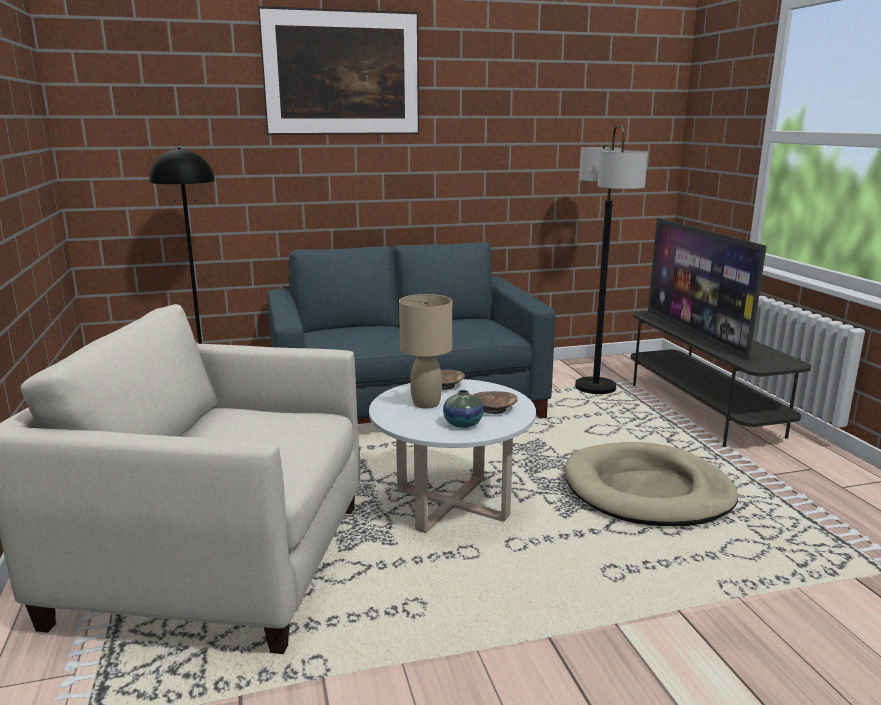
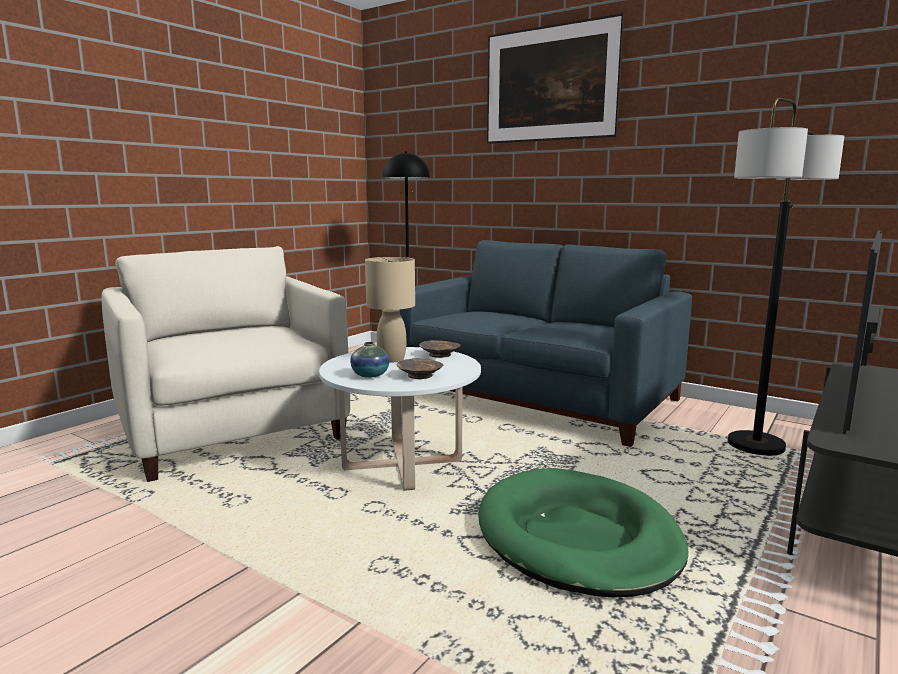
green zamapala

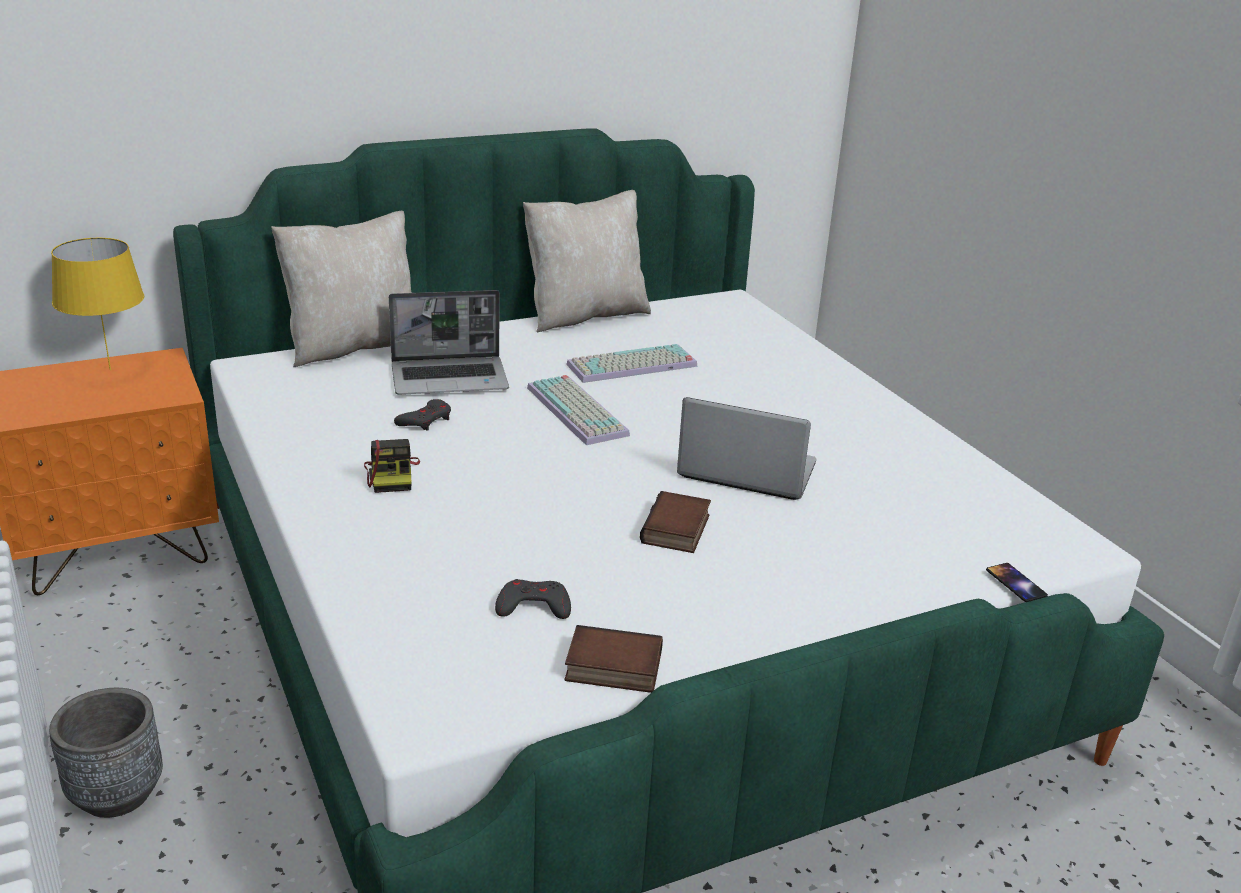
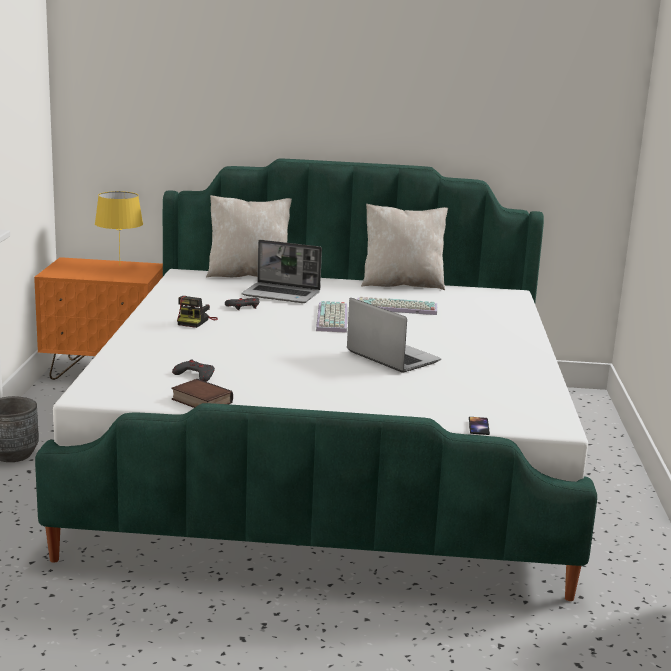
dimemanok (2nd from left in the first image)

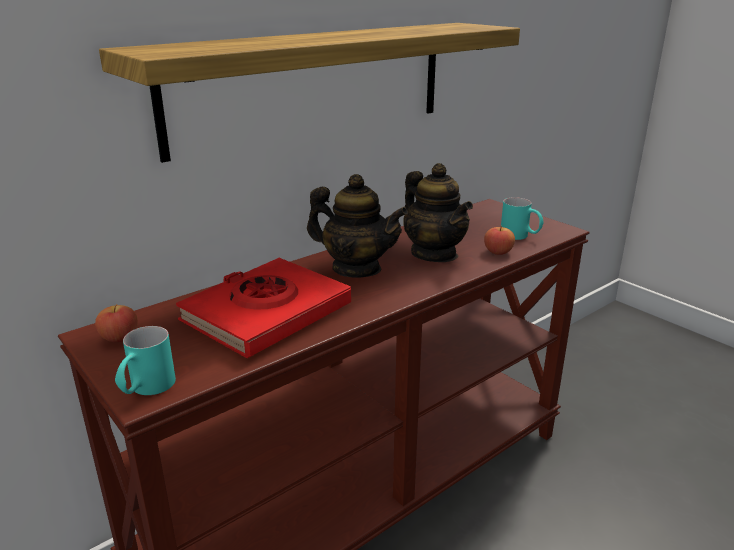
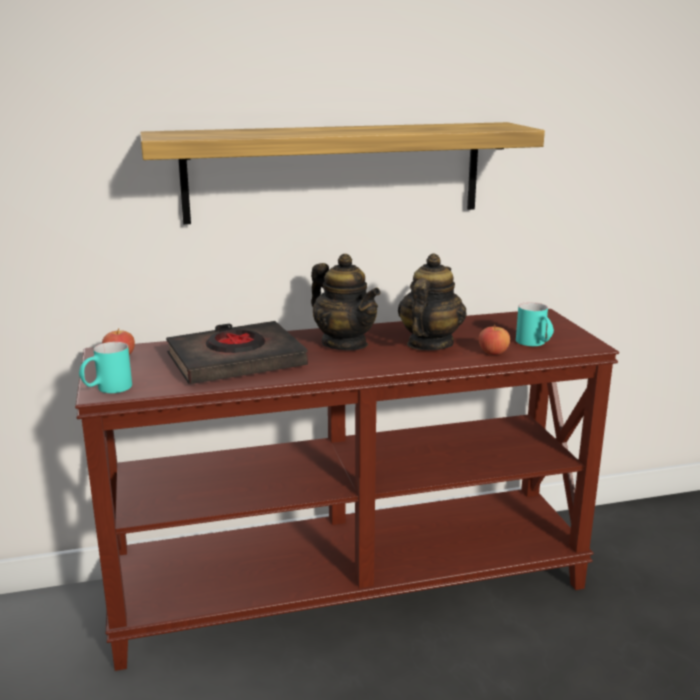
black dimemanok
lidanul (2nd from left)

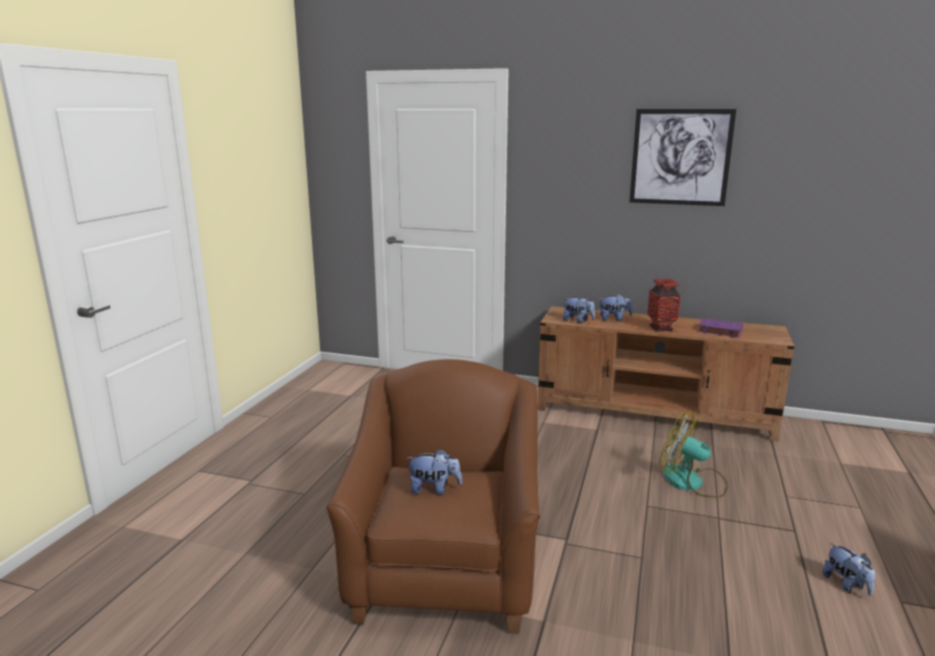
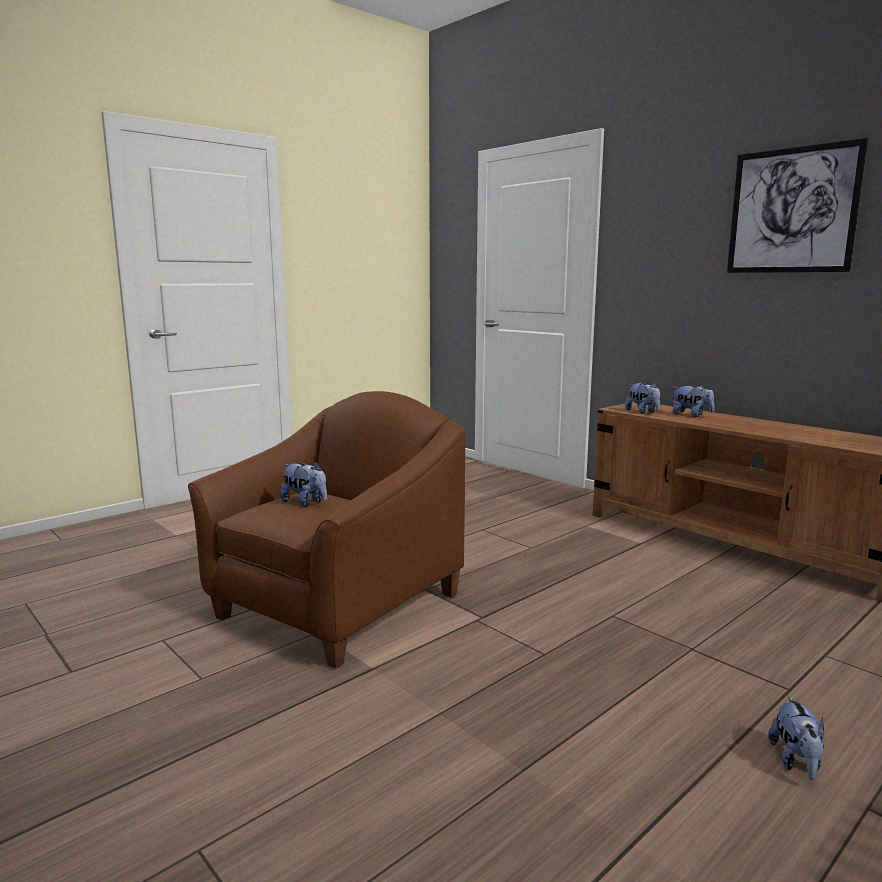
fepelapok
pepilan
purple dimemanok

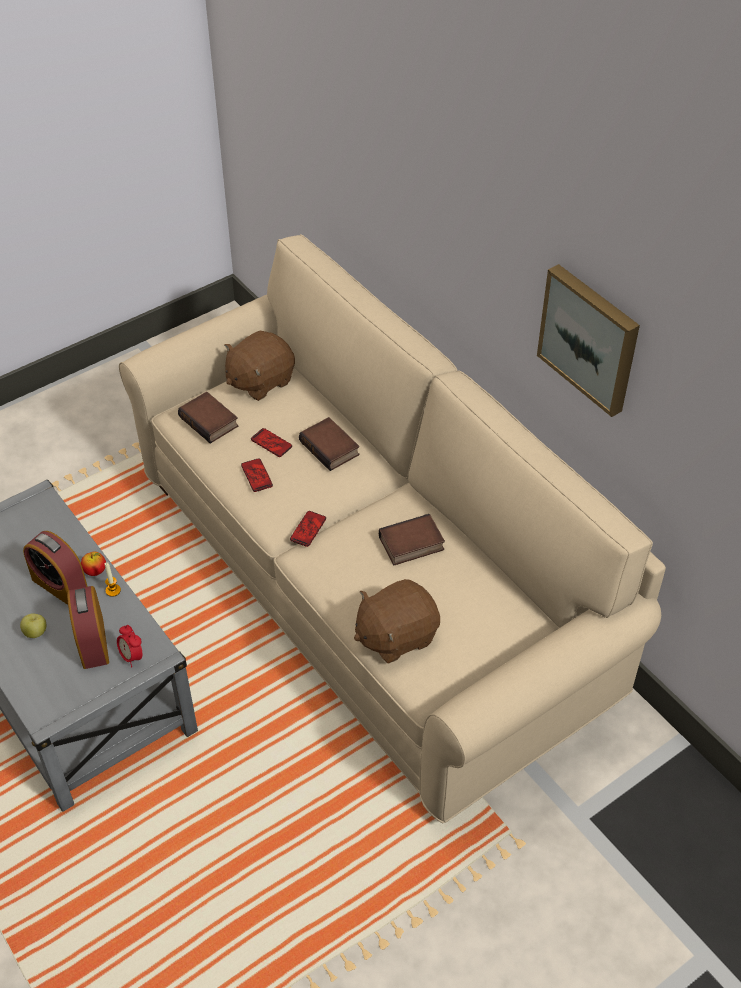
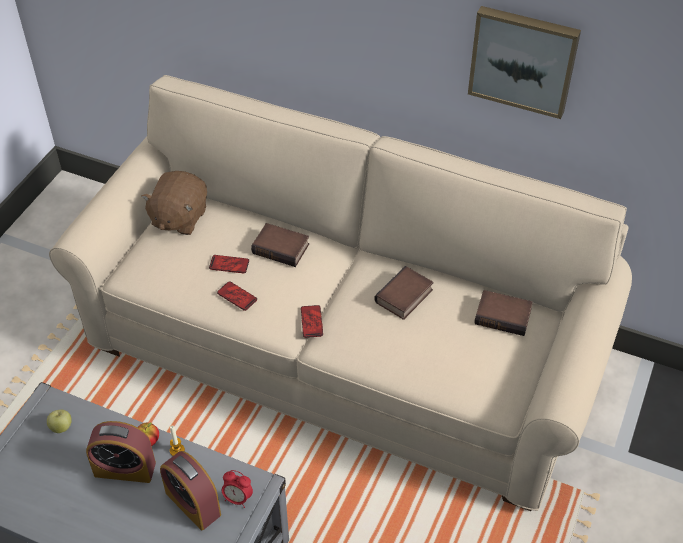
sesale (1st from left)
dimemanok (3rd from left)
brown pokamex (2nd from left in the first image)

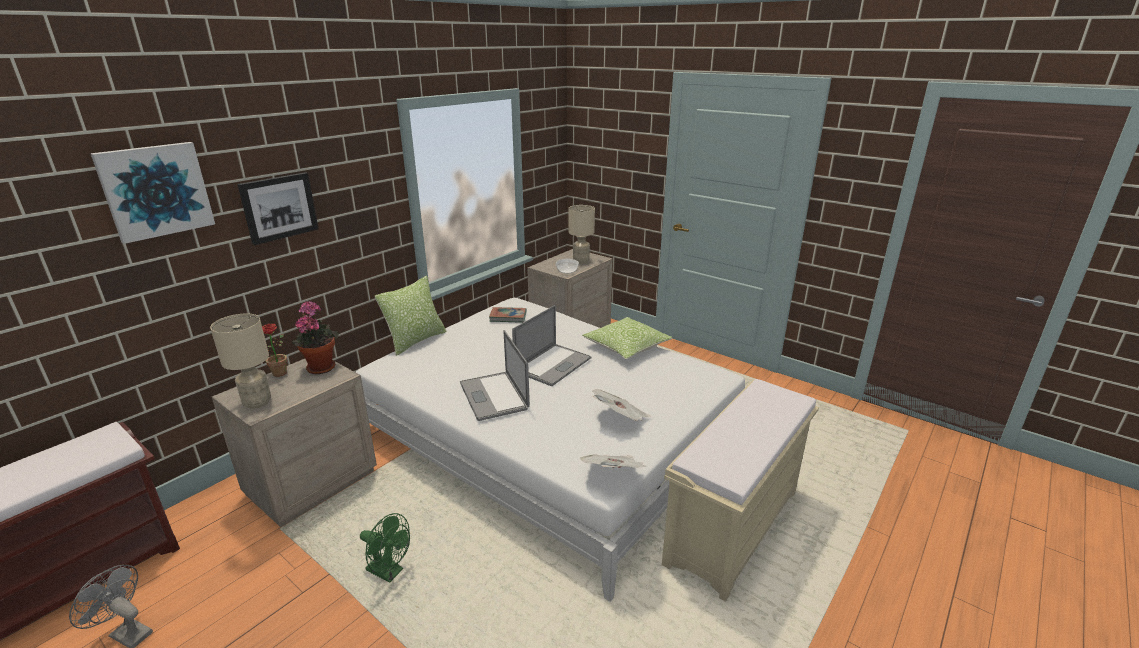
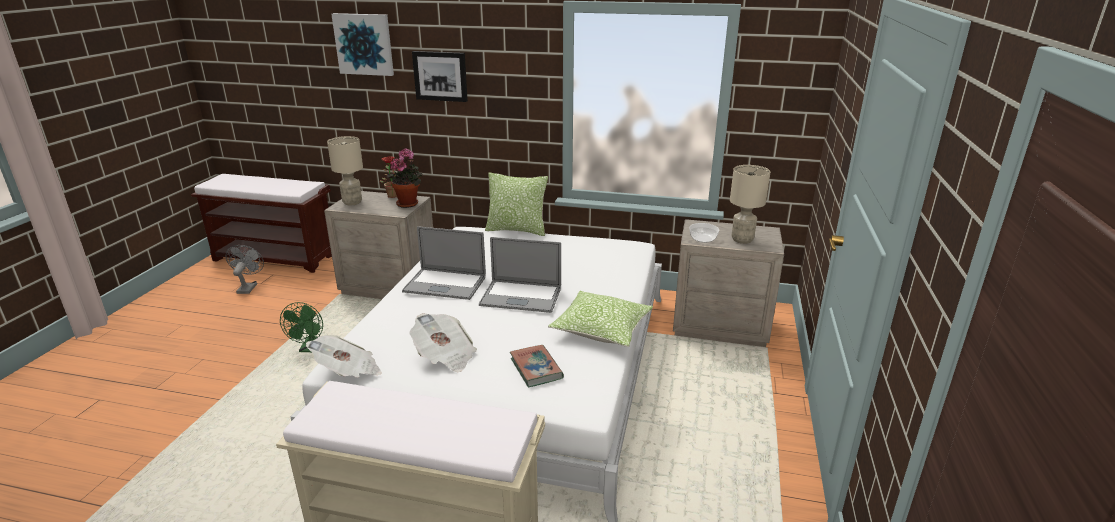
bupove (1st from left)
dimemanok

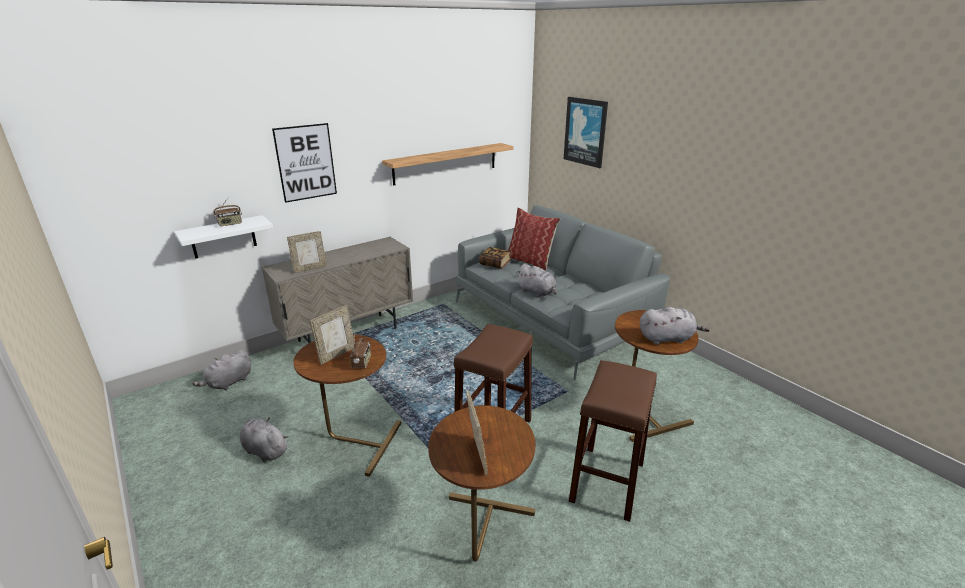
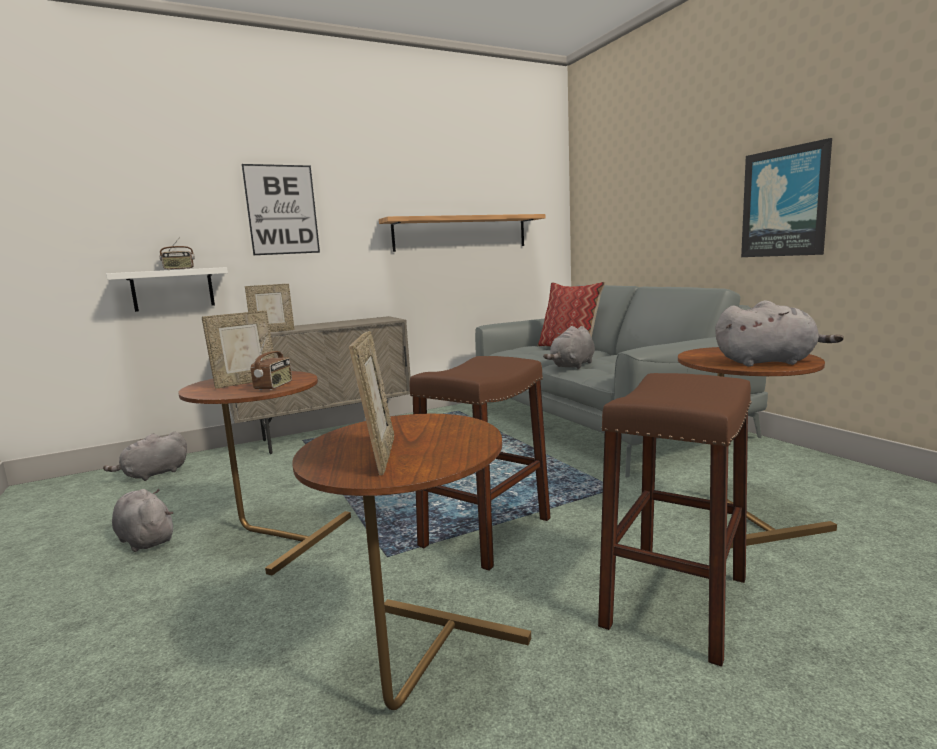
dimemanok
grey pokamex (3rd from left)
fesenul (2nd from left)

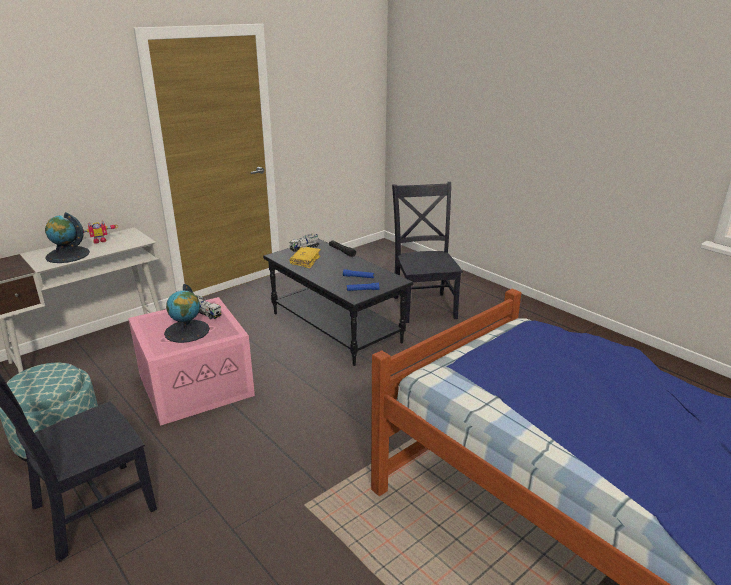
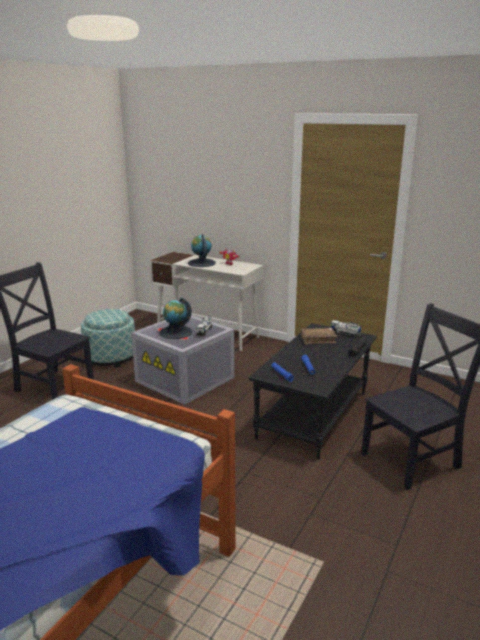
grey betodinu
brown dimemanok

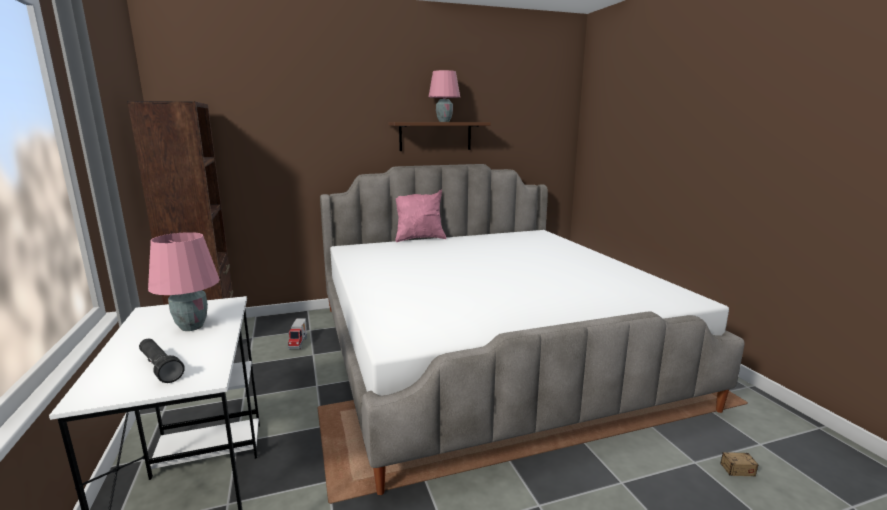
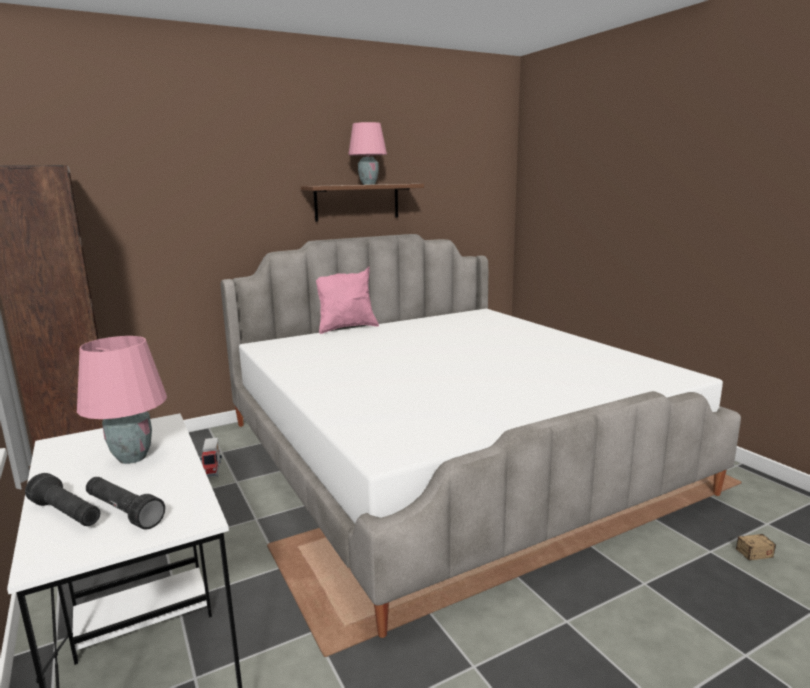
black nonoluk (1st from left)

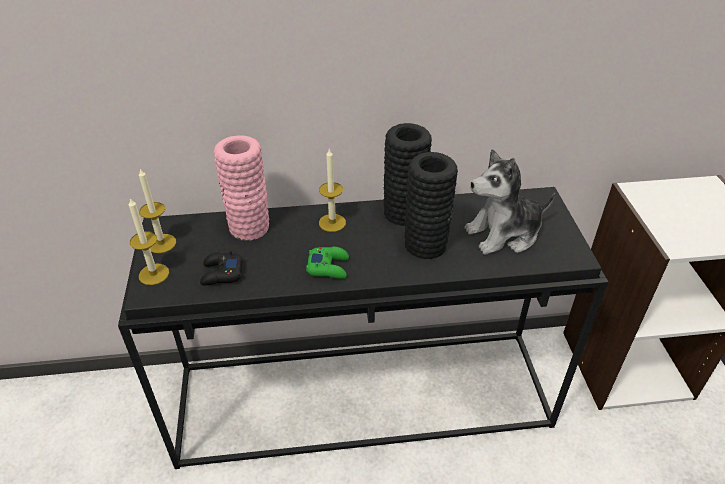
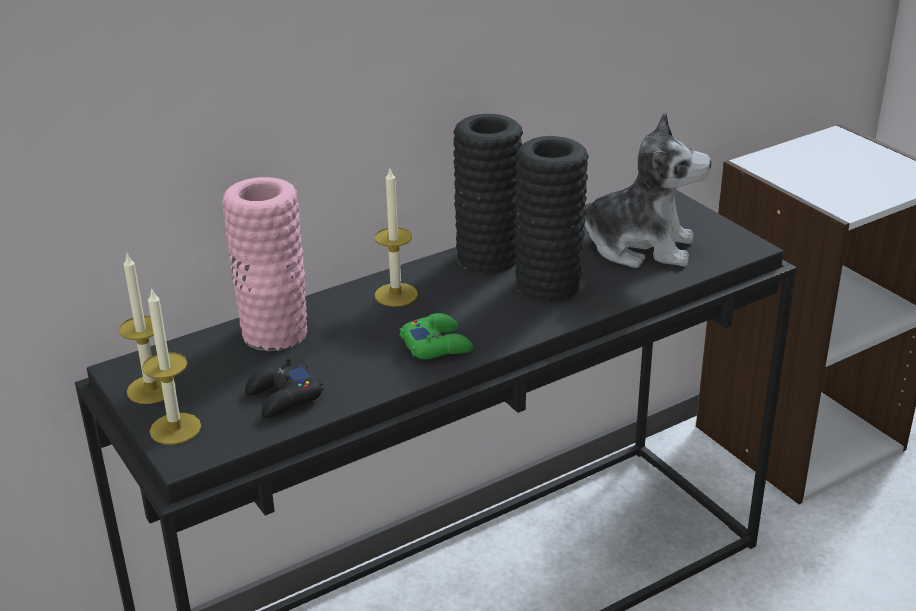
pokamex

